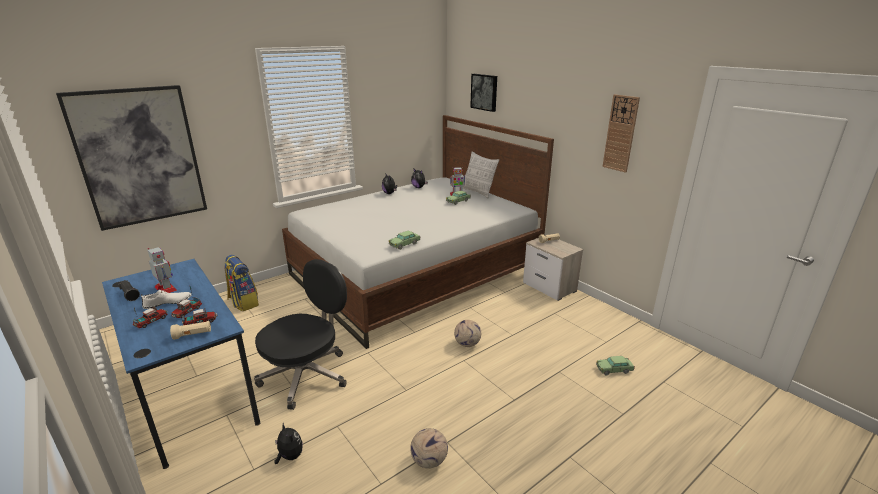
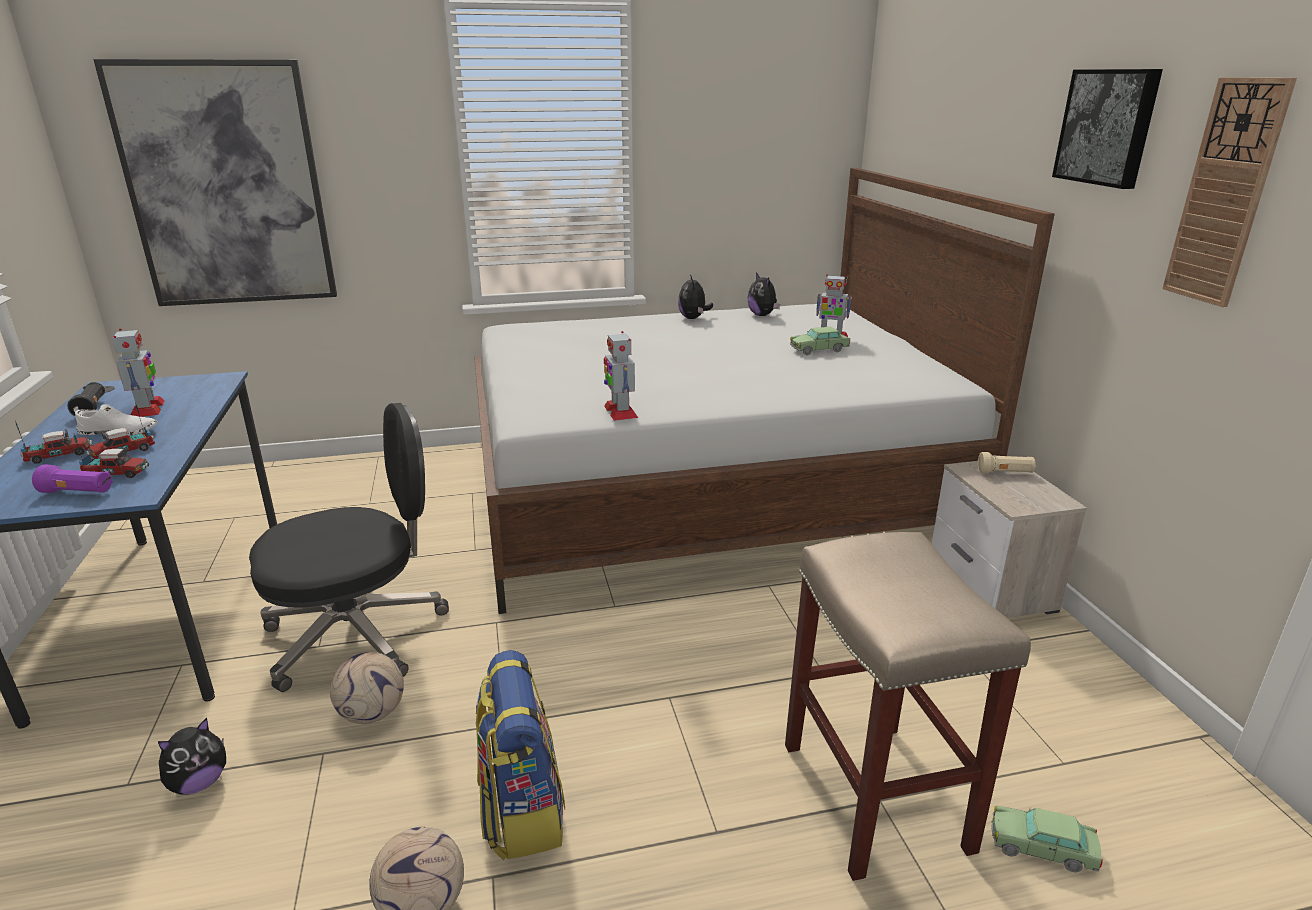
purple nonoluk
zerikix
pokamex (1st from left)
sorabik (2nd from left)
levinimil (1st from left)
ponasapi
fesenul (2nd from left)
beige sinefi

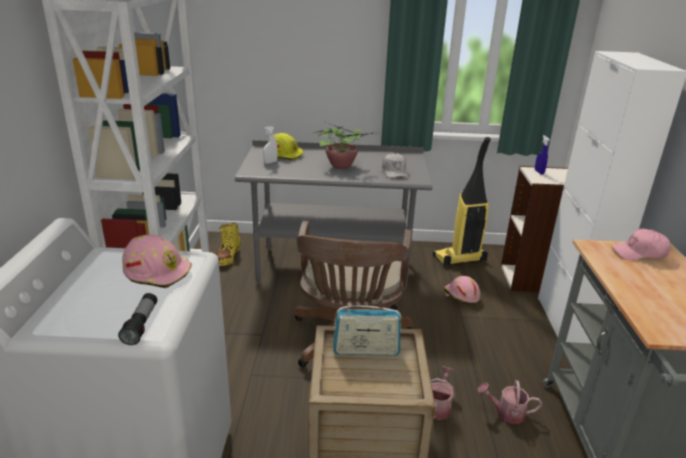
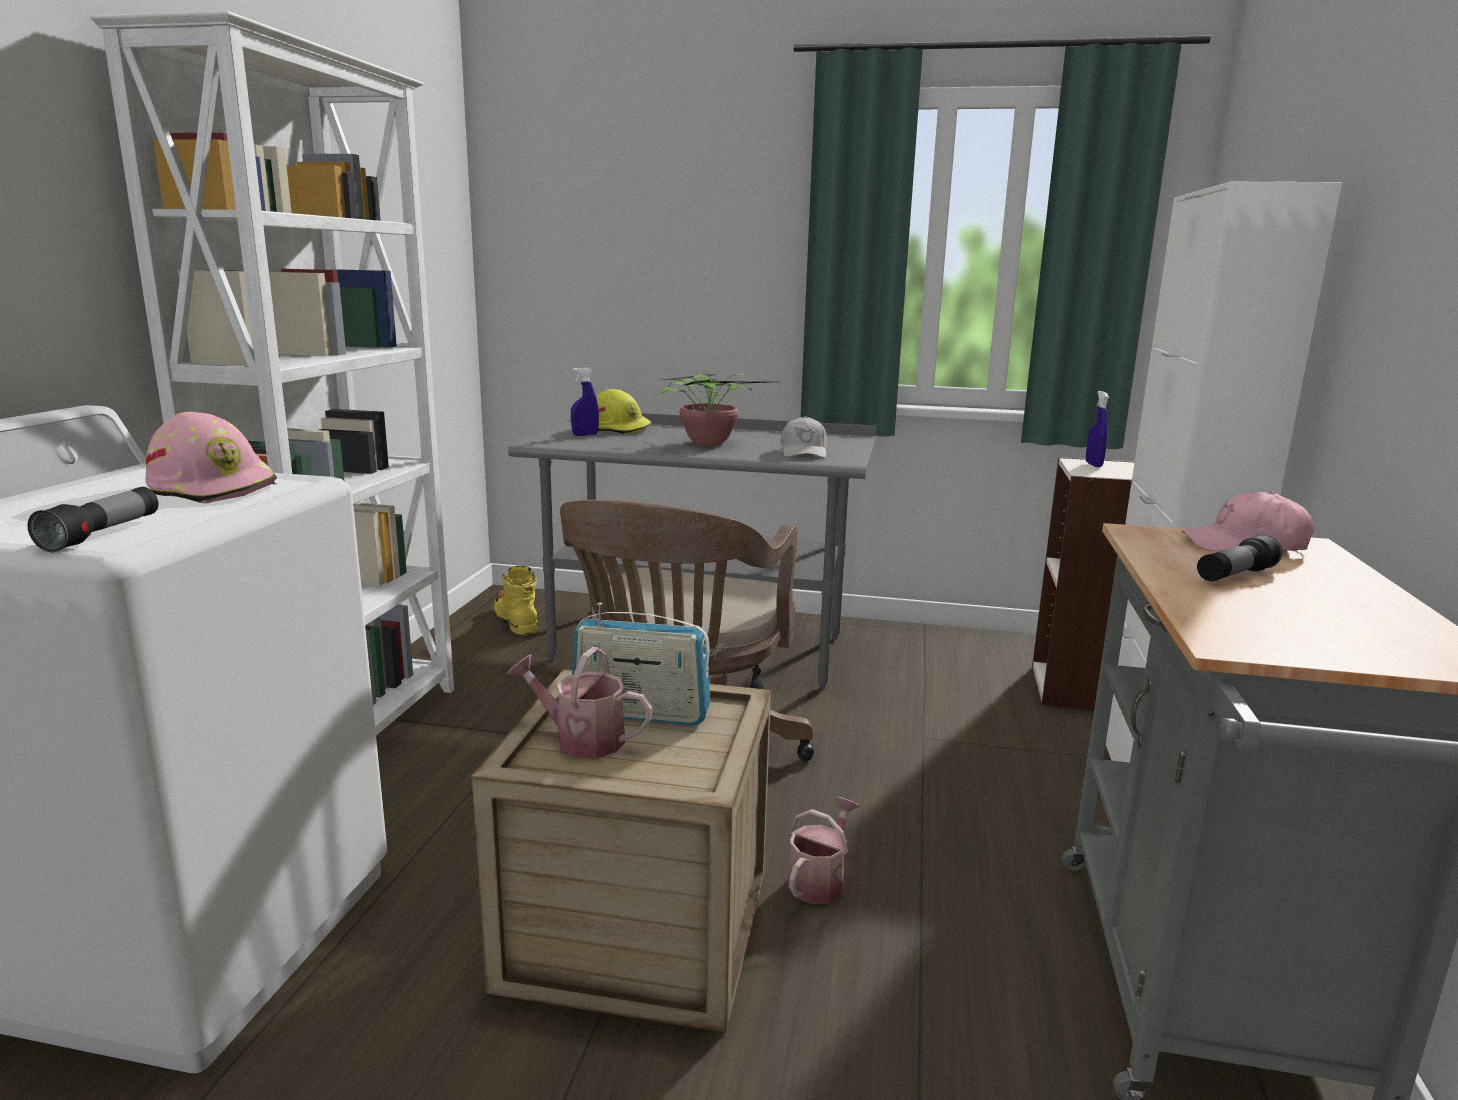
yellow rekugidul
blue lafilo (1st from left)
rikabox
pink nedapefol (2nd from left in the first image)
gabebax (1st from left)
nonoluk (2nd from left)

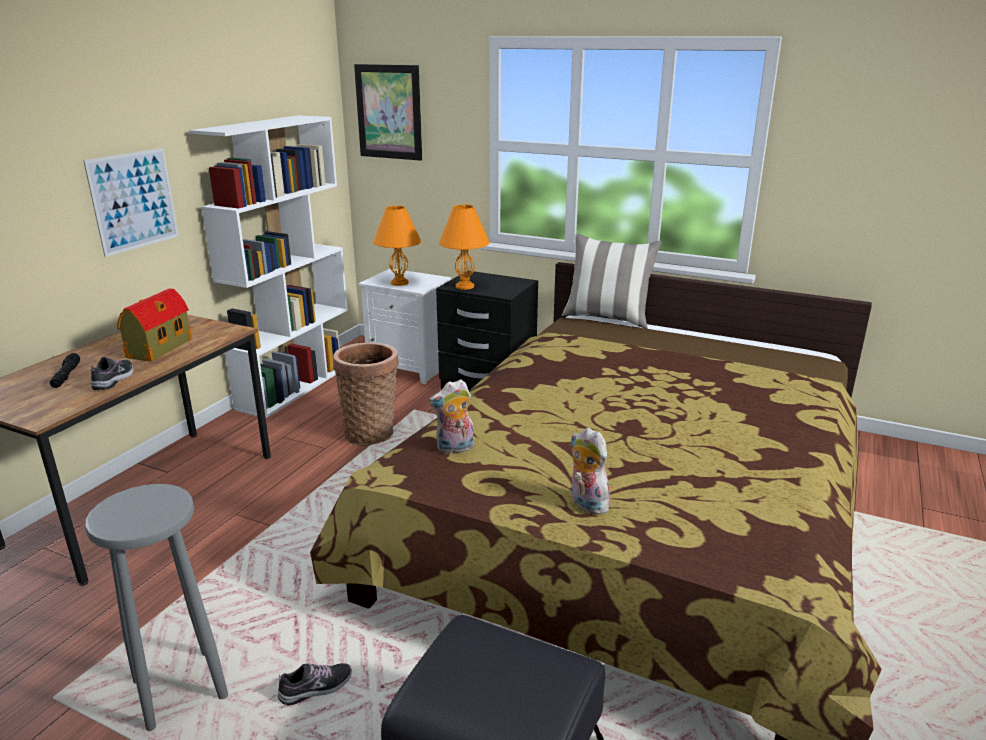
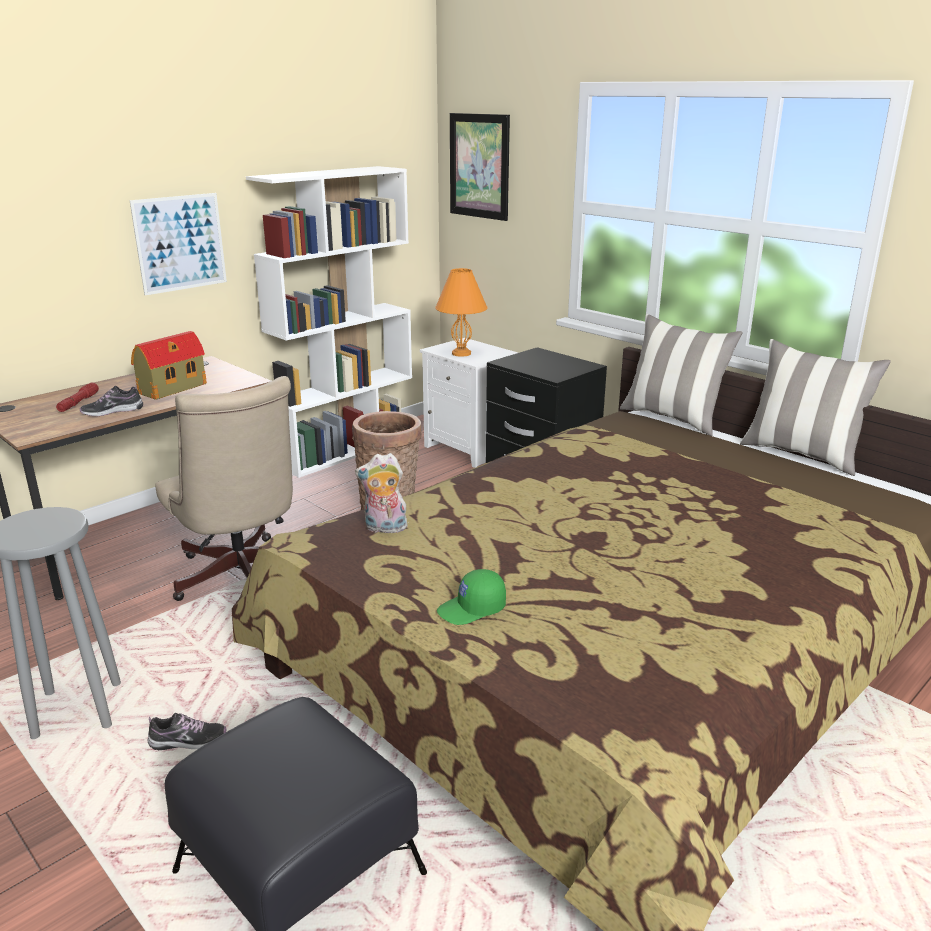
red nonoluk
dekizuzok (1st from left)
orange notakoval (2nd from left in the first image)
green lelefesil
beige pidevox
ponasapi (2nd from left)

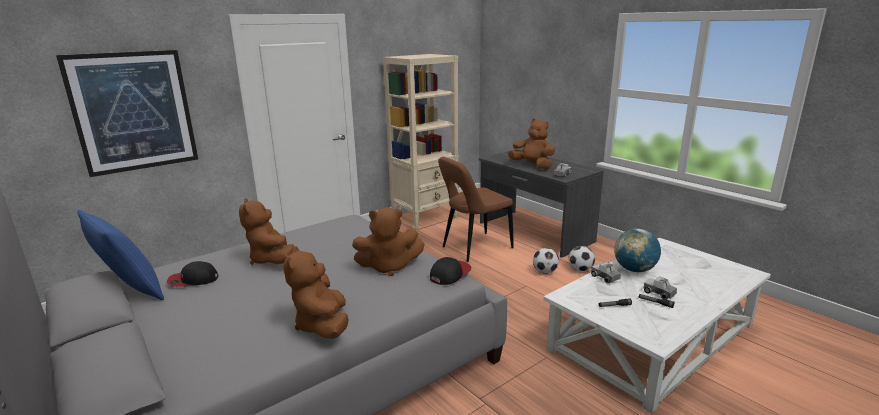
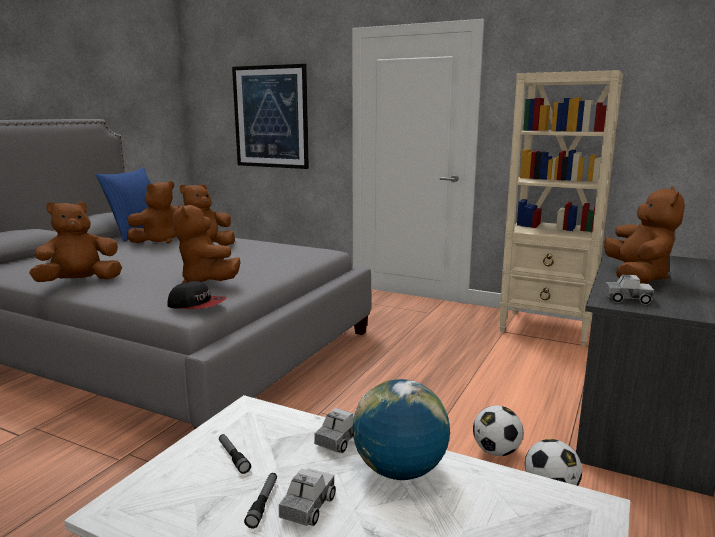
brown pokamex (2nd from left)
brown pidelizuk

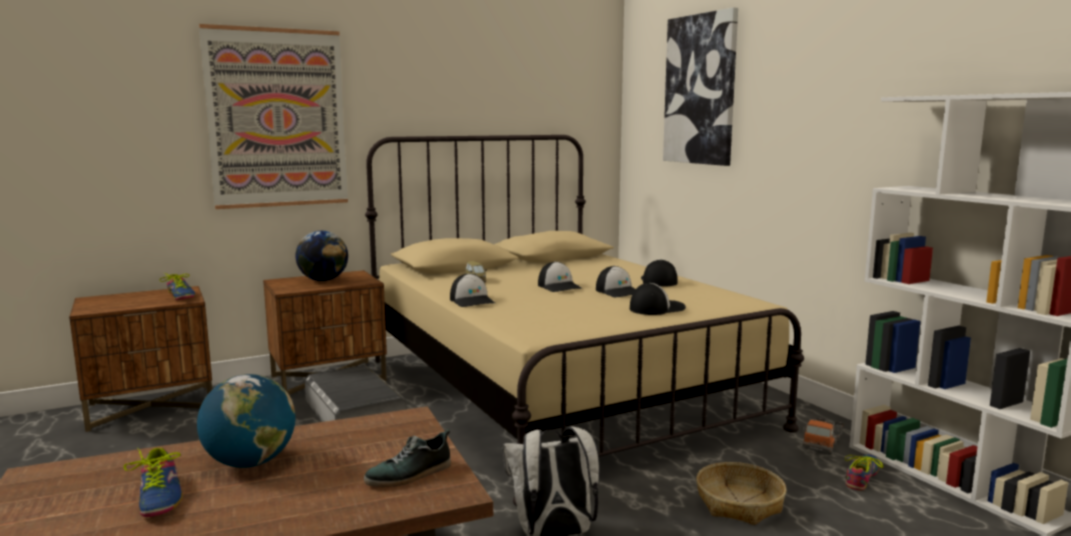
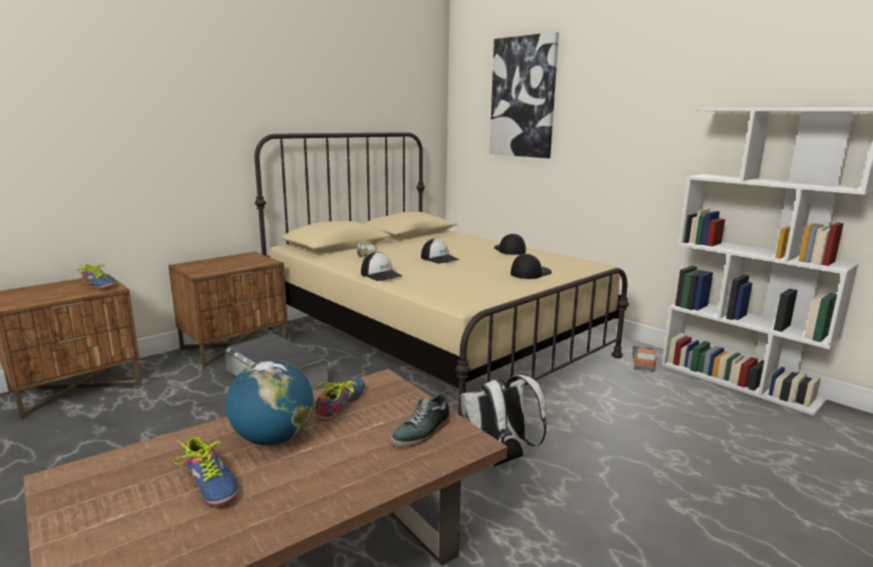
fesenul (1st from left in the first image)
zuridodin (2nd from left in the first image)
lelefesil (3rd from left in the first image)
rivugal
dekizuzok (3rd from left)

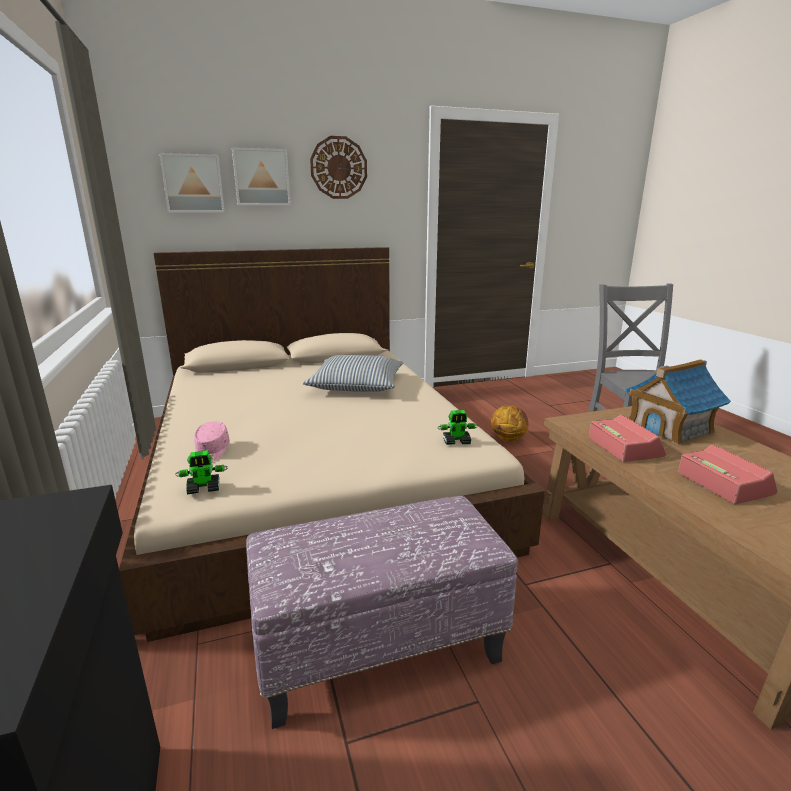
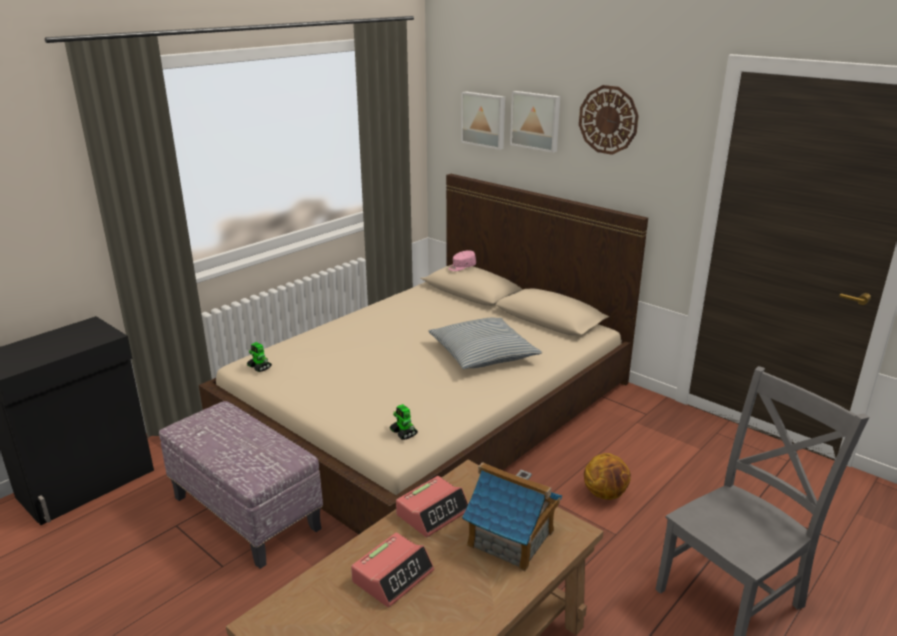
pink lelefesil

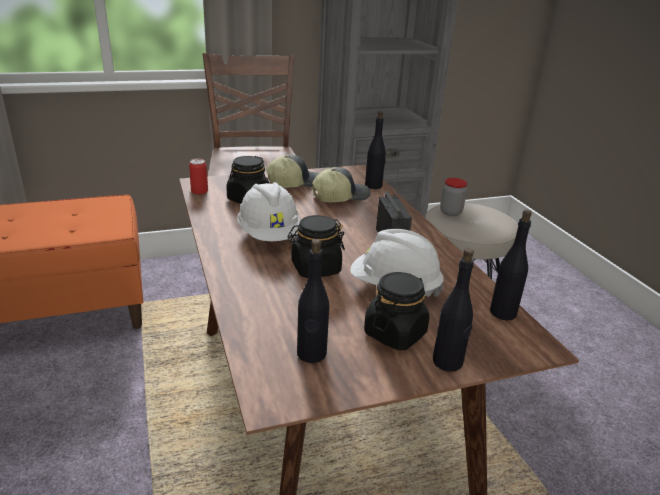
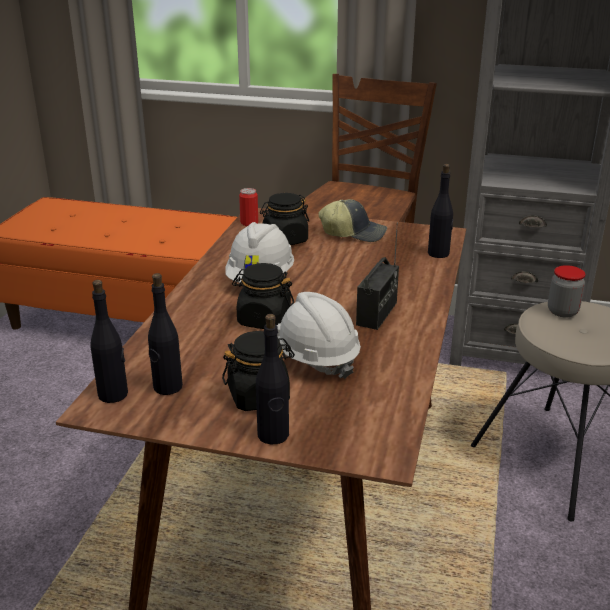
lelefesil (2nd from left in the first image)
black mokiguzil (1st from left)

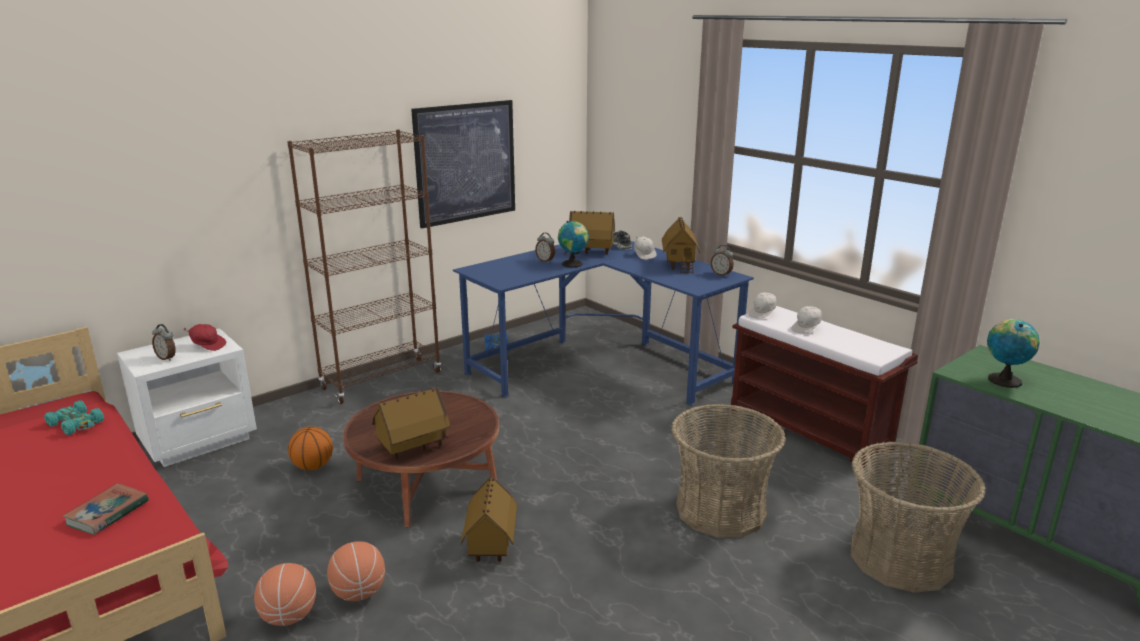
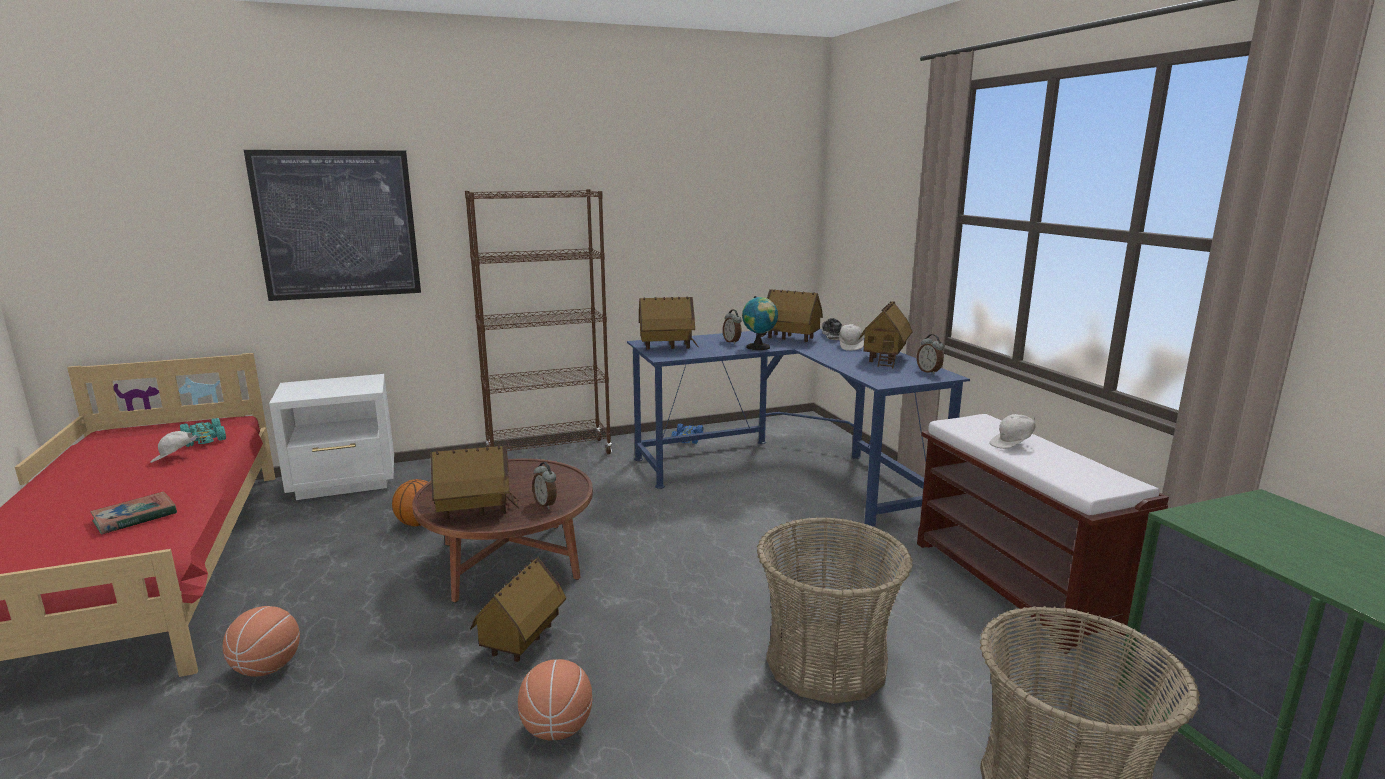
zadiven (1st from left)
red lelefesil
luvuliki (3rd from left)
fesenul
white lelefesil (1st from left)
zuridodin (2nd from left in the first image)
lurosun (3rd from left)

